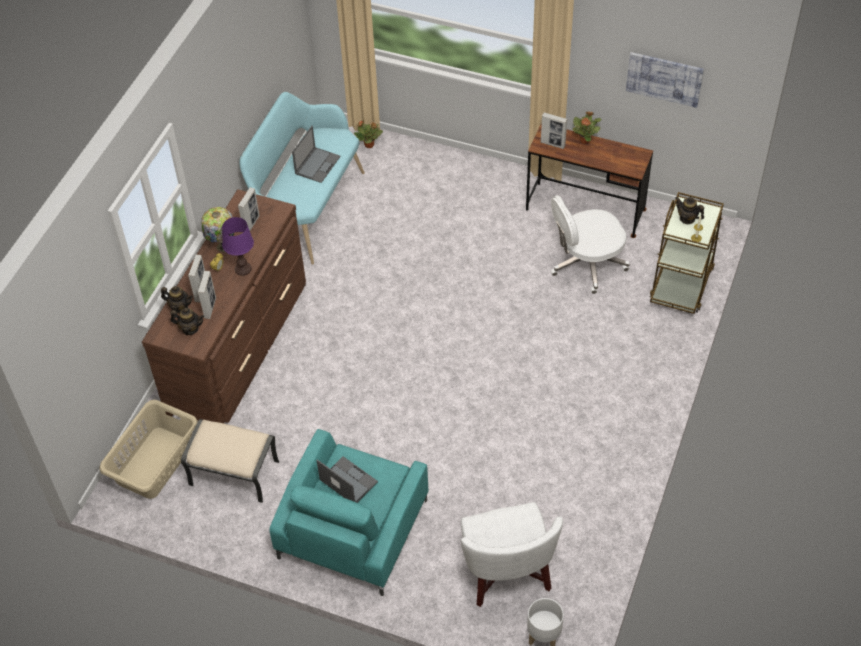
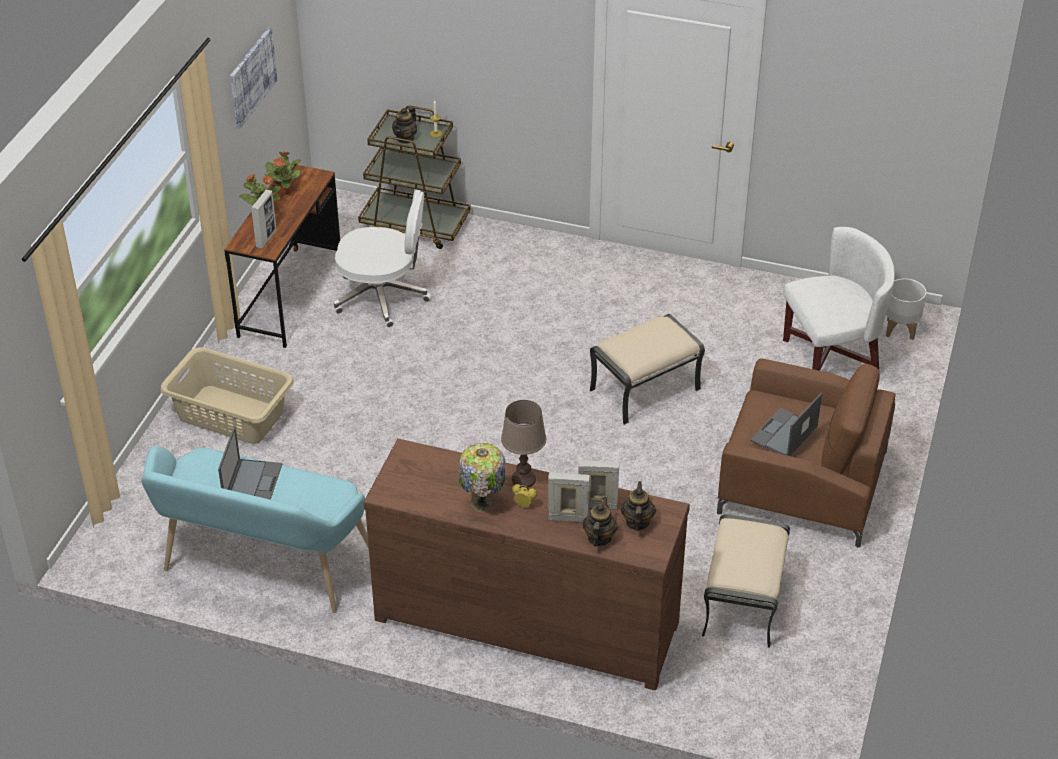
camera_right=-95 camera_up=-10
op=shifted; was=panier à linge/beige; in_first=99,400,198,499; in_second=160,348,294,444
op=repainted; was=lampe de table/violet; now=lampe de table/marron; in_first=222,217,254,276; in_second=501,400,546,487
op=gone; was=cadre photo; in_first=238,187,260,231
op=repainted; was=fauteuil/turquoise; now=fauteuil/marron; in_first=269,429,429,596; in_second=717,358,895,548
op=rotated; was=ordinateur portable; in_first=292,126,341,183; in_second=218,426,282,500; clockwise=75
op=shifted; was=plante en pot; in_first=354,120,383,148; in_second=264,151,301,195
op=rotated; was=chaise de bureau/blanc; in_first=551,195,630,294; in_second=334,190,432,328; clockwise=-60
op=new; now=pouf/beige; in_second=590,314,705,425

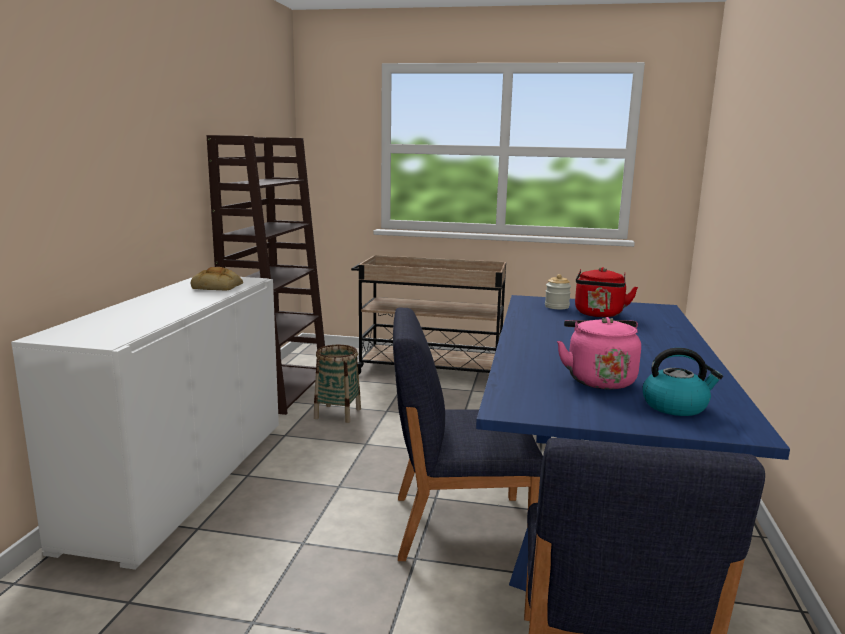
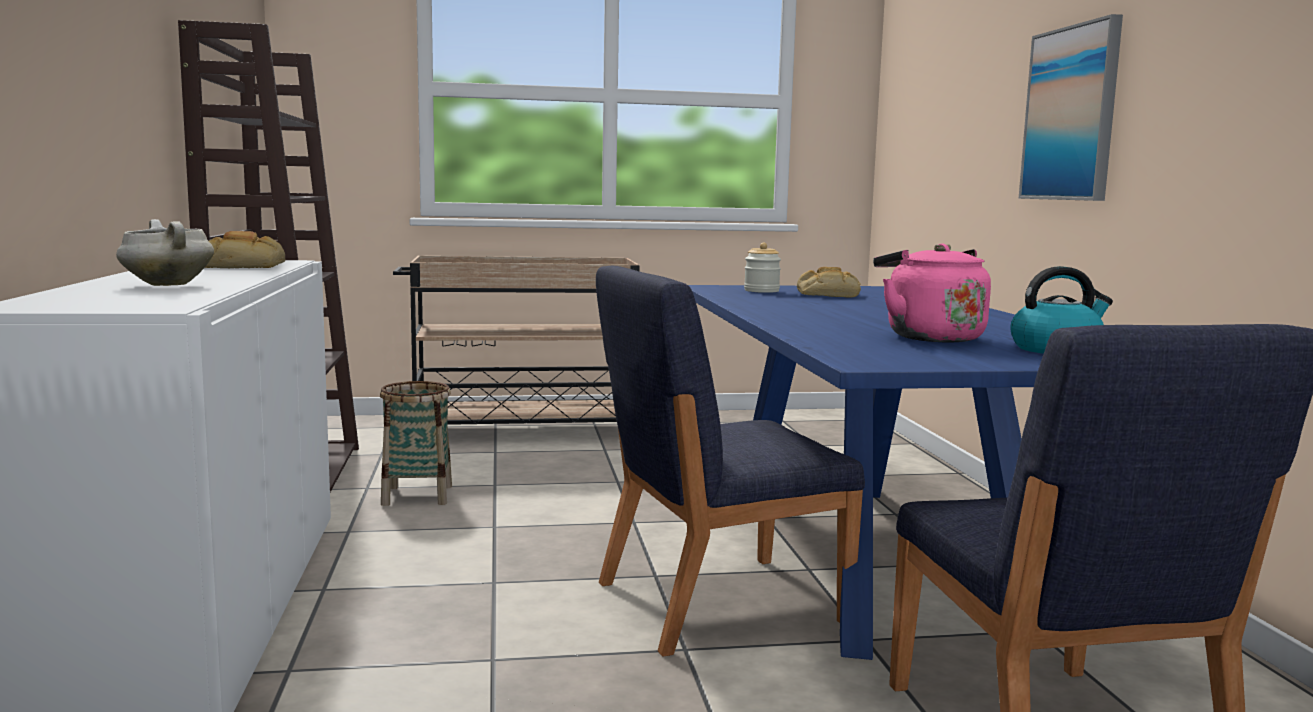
camera_right=-20 camera_up=-5
op=swapped; was=bouilloire/rouge; now=pain; in_first=575,267,638,317; in_second=797,267,861,298
op=new; now=marmite/blanc; in_second=116,219,214,286
op=new; now=tableau; in_second=1019,14,1123,201

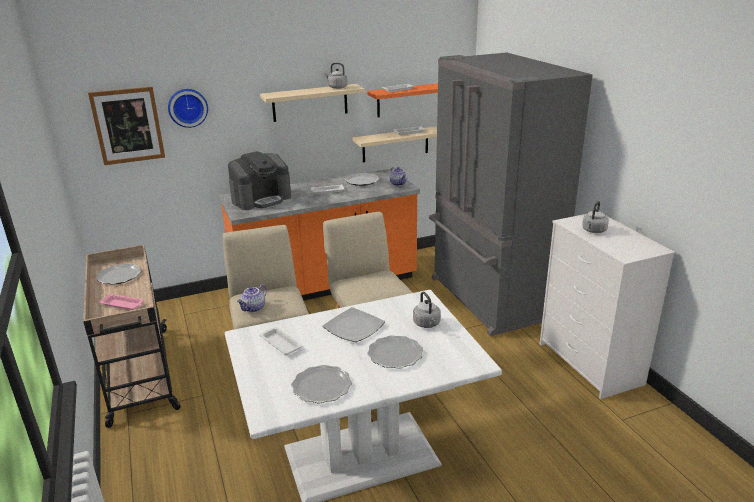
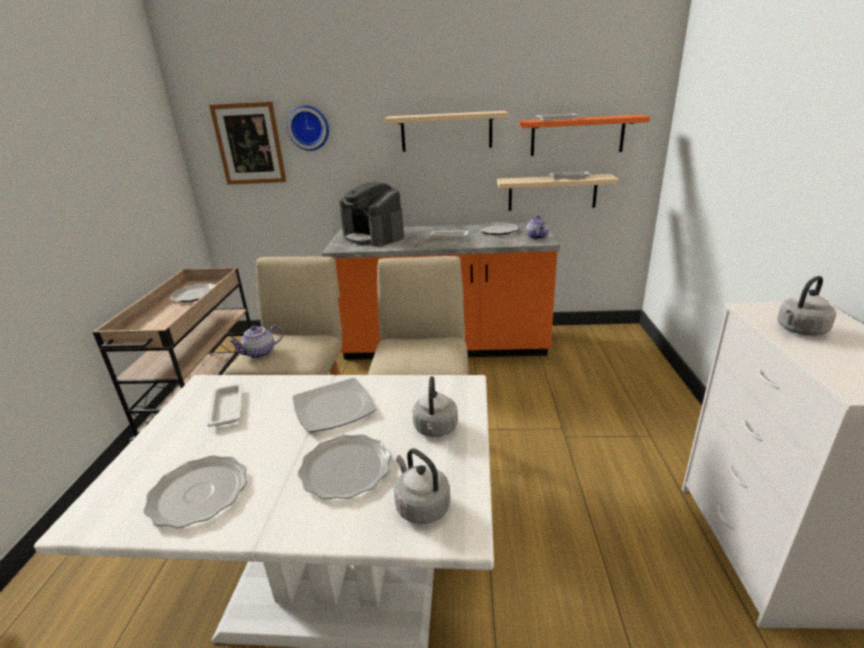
camera_right=25 camera_up=0
op=gone; was=plateau/rose; in_first=99,294,144,310
op=rotated; was=machine à café; in_first=228,151,291,210; in_second=339,182,404,247; clockwise=60
op=shifted; was=bouilloire/gris; in_first=324,63,348,89; in_second=394,448,450,524
op=gone; was=réfrigérateur/gris; in_first=429,52,593,336

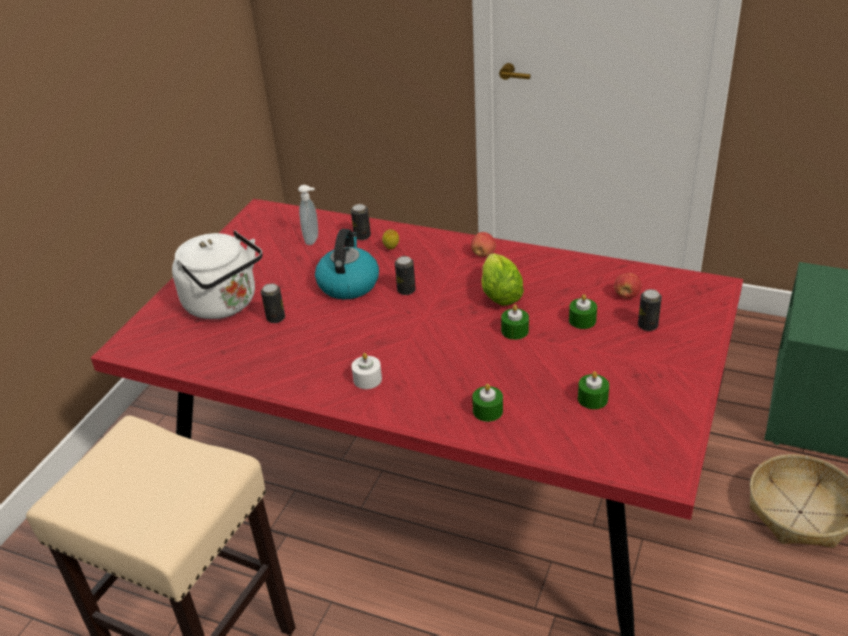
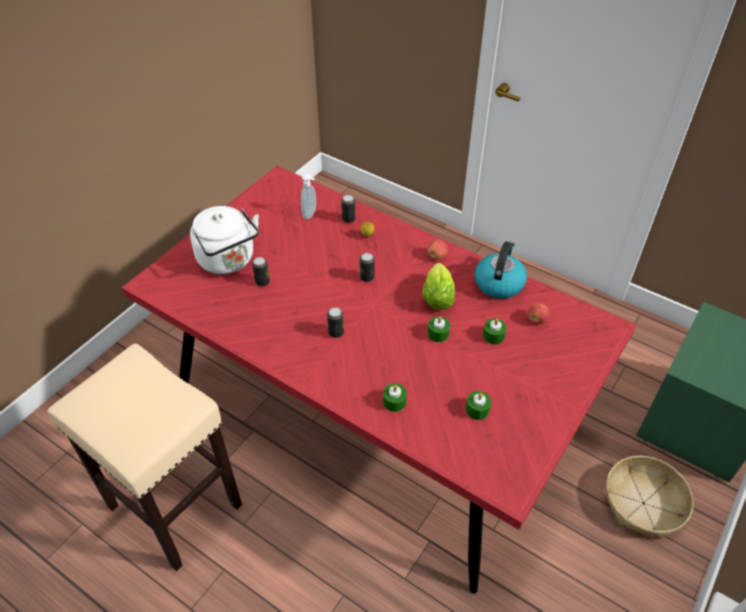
camera_right=10 camera_up=10
op=shifted; was=bouilloire; in_first=315,229,379,299; in_second=474,241,527,299
op=gone; was=bougie/blanc; in_first=351,353,382,389
op=shifted; was=boîte métallique; in_first=638,289,662,331; in_second=327,307,344,338

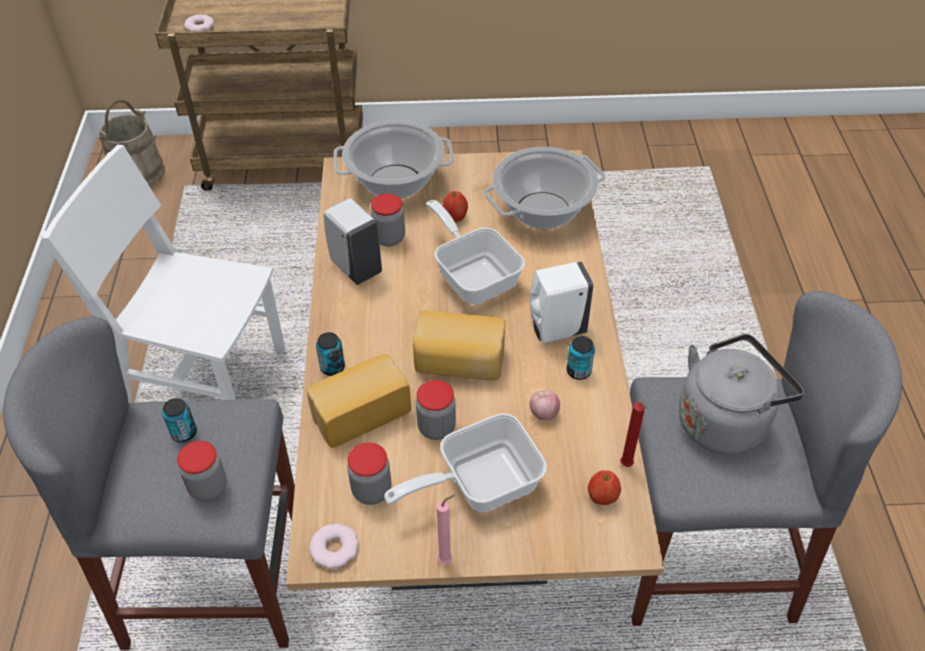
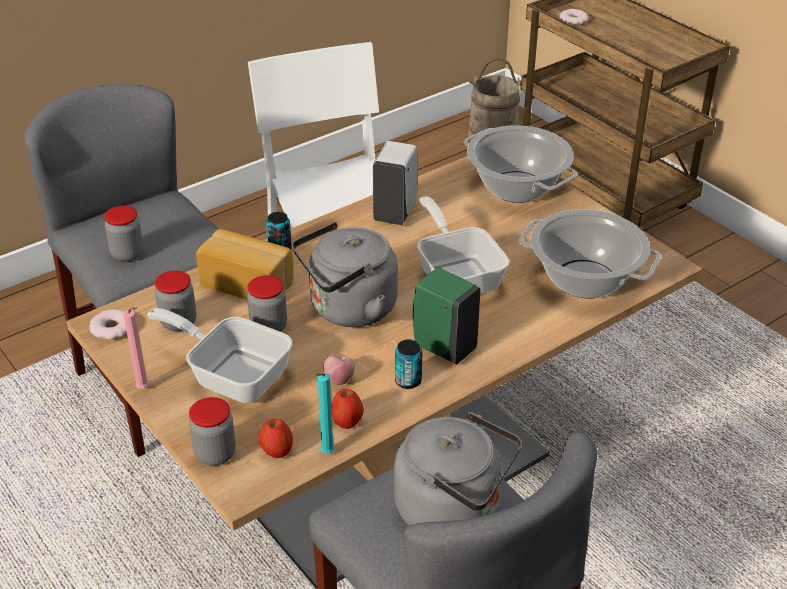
camera_right=55 camera_up=-10
op=gone; was=boîte métallique; in_first=162,398,197,442
op=shifted; was=bocal; in_first=371,194,405,246; in_second=189,397,236,466
op=swapped; was=pain; now=bouilloire/gris; in_first=413,311,505,380; in_second=292,222,398,327
op=rotated; was=poêle; in_first=426,200,525,304; in_second=417,196,509,294; clockwise=-45
op=shifted; was=pomme; in_first=442,191,468,222; in_second=331,389,364,429
op=repainted; was=distributeur de savon/blanc; now=distributeur de savon/vert; in_first=530,262,593,343; in_second=413,267,481,365
op=repainted; was=bougie/rouge; now=bougie/turquoise; in_first=620,402,648,467; in_second=316,373,335,454

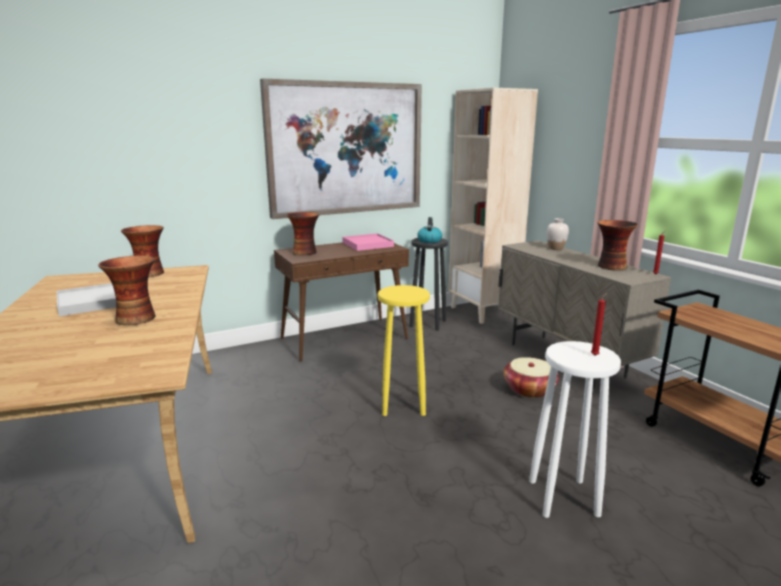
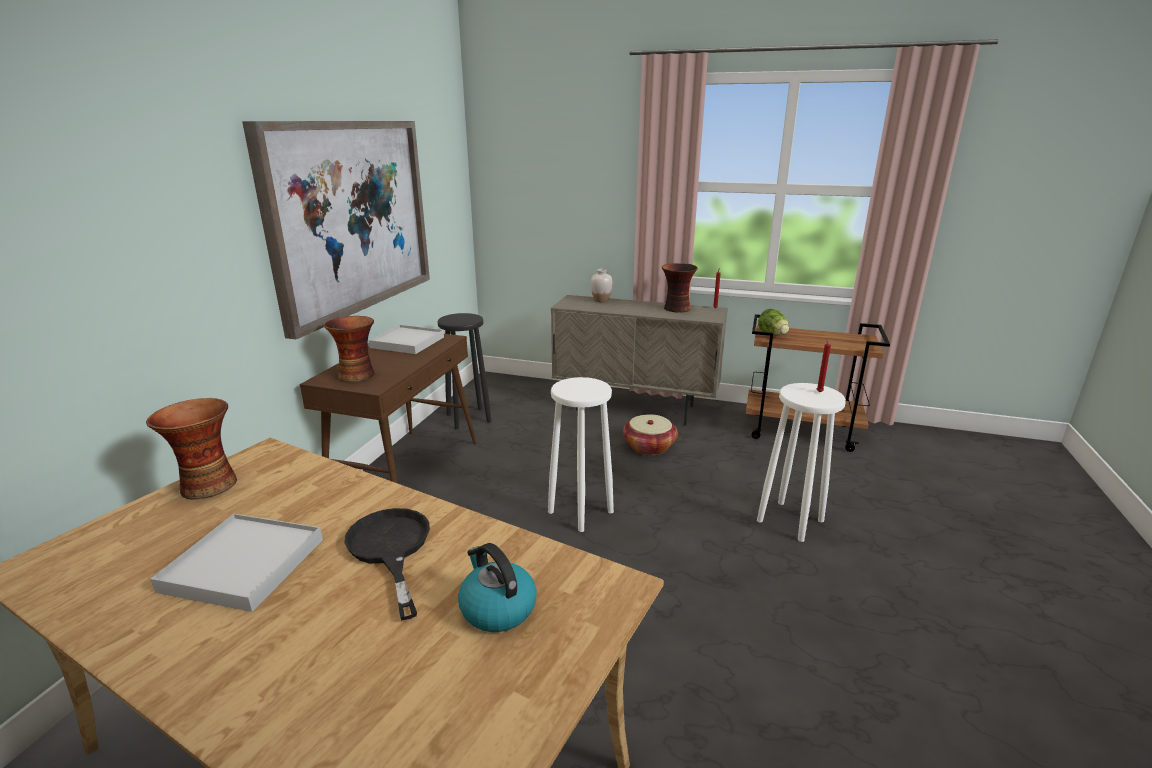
camera_right=-45 camera_up=5
op=swapped; was=vase; now=poêle/noir; in_first=98,256,155,325; in_second=344,508,430,621
op=repainted; was=plateau/rose; now=plateau/blanc; in_first=342,233,394,251; in_second=368,325,444,354
op=repainted; was=tabouret/jaune; now=tabouret/blanc; in_first=378,285,430,416; in_second=548,377,614,532
op=shifted; was=bouilloire; in_first=417,217,442,243; in_second=458,543,537,632
op=gone; was=bibliothèque/beige; in_first=449,88,538,324
op=new; now=laitue; in_second=758,309,789,335

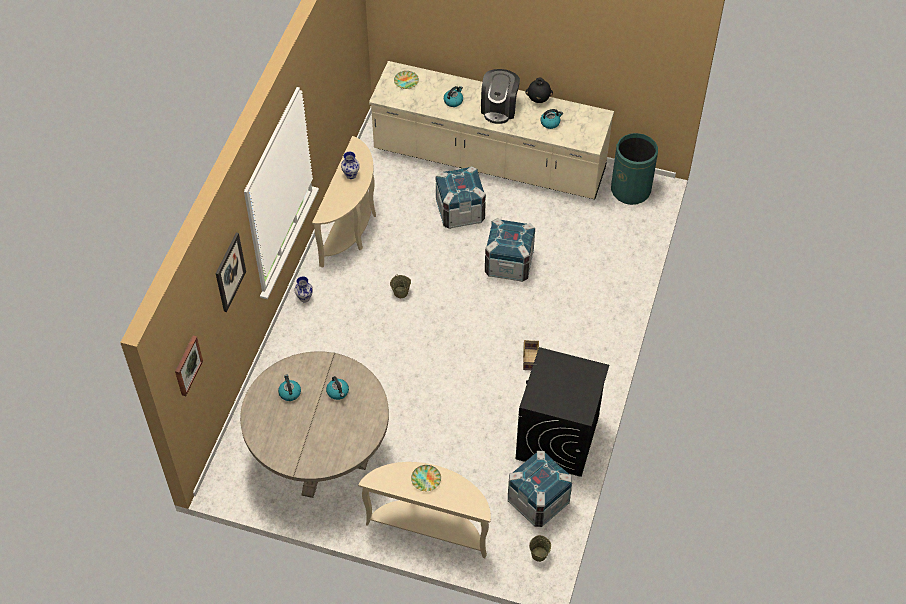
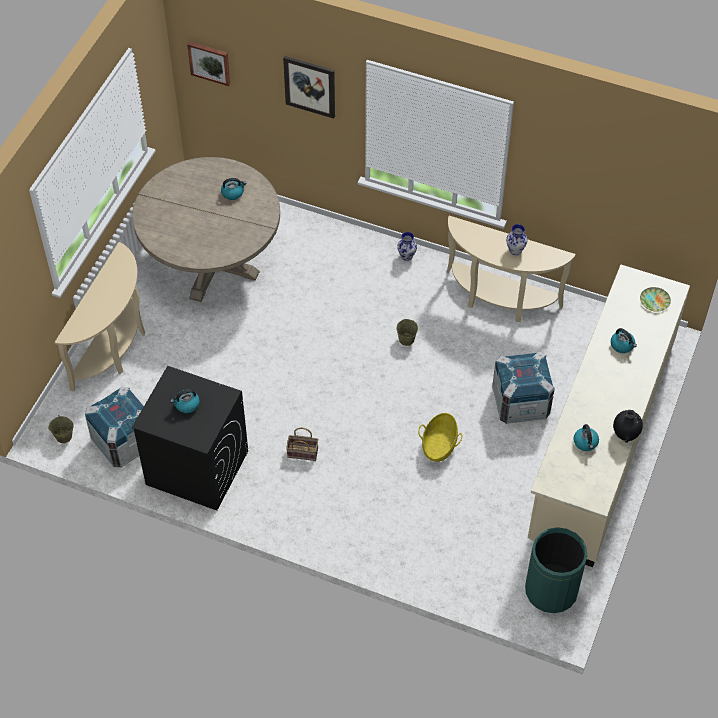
camera_right=95 camera_up=0
op=shifted; was=bouilloire; in_first=326,376,349,400; in_second=170,389,200,413
op=gone; was=assiette; in_first=411,465,441,491
op=gone; was=machine à café; in_first=481,69,520,124
op=swapped; was=caisse; now=panier; in_first=485,218,535,282; in_second=418,413,462,462

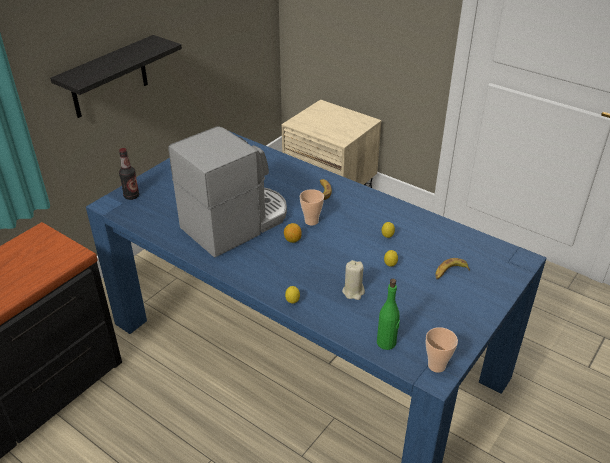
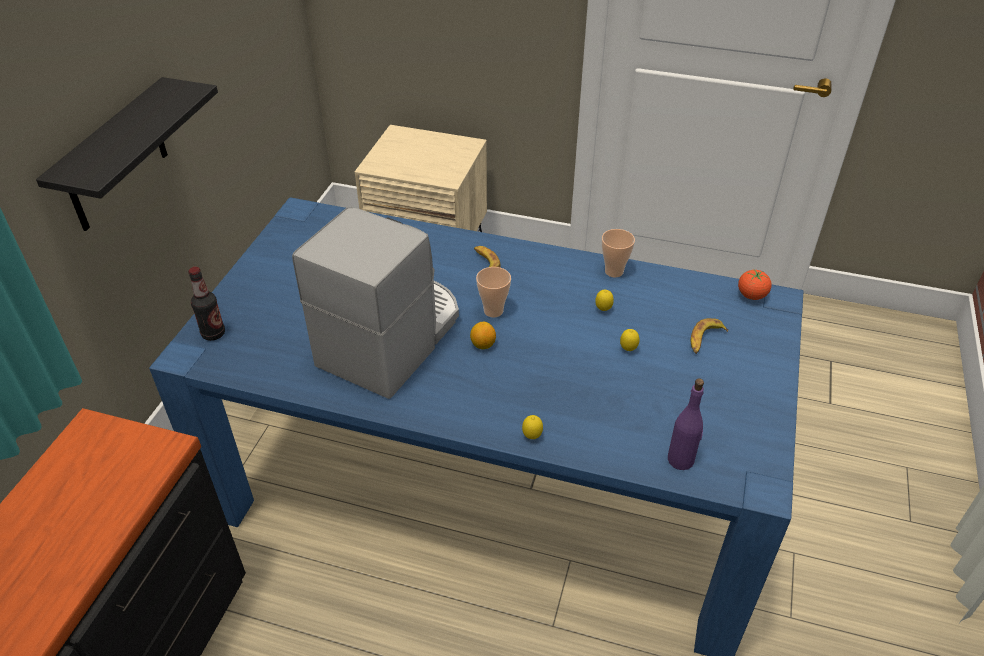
camera_right=-20 camera_up=5
op=gone; was=bougie/beige; in_first=342,260,365,300
op=repainted; was=bouteille/vert; now=bouteille/violet; in_first=377,279,400,350; in_second=668,378,704,470
op=shifted; was=tasse; in_first=425,327,458,373; in_second=602,229,635,277
op=new; now=tomate; in_second=738,270,772,300

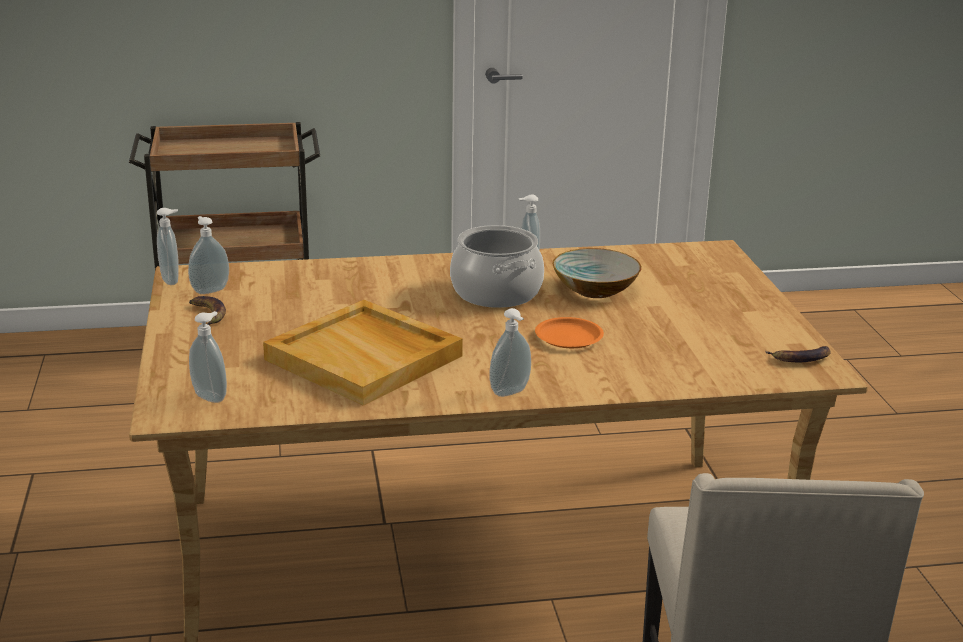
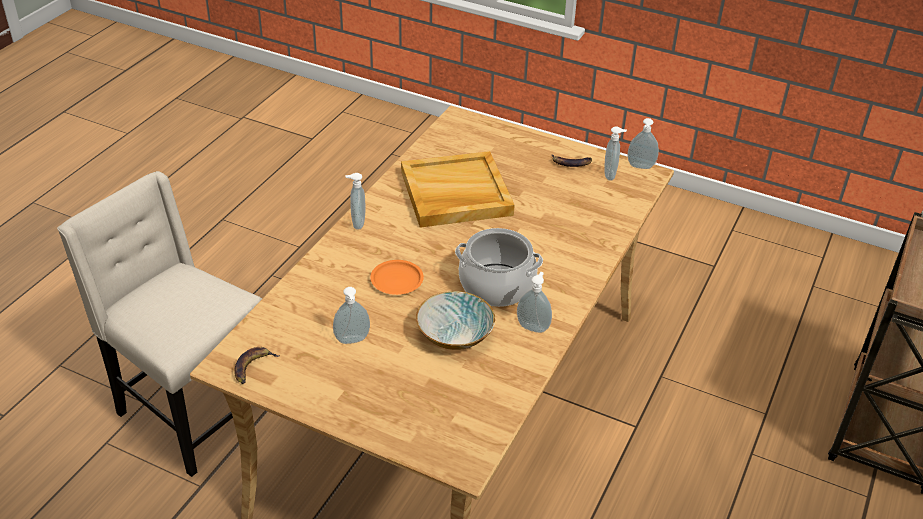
camera_right=125 camera_up=15
op=shifted; was=distributeur de savon; in_first=189,311,227,403; in_second=333,287,370,344

